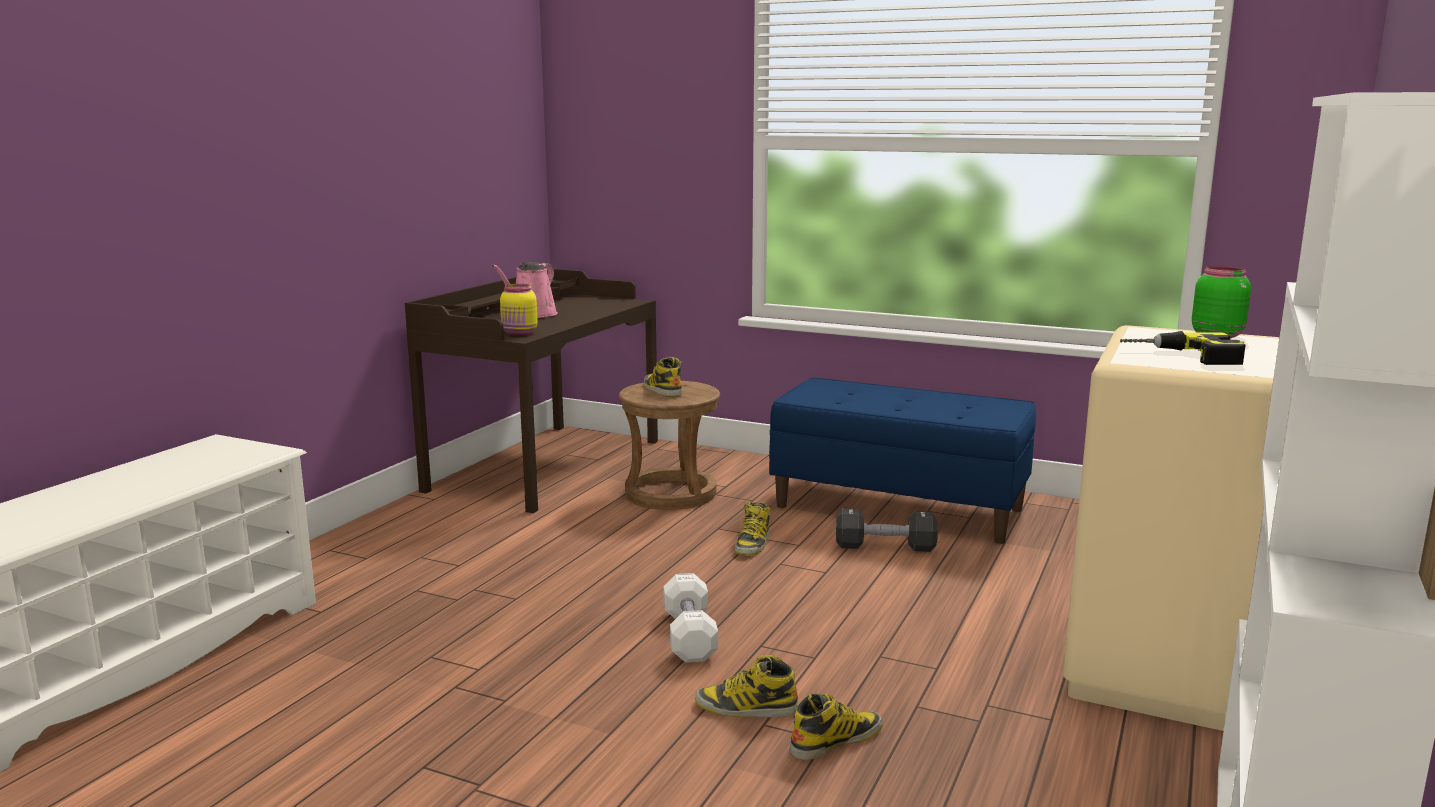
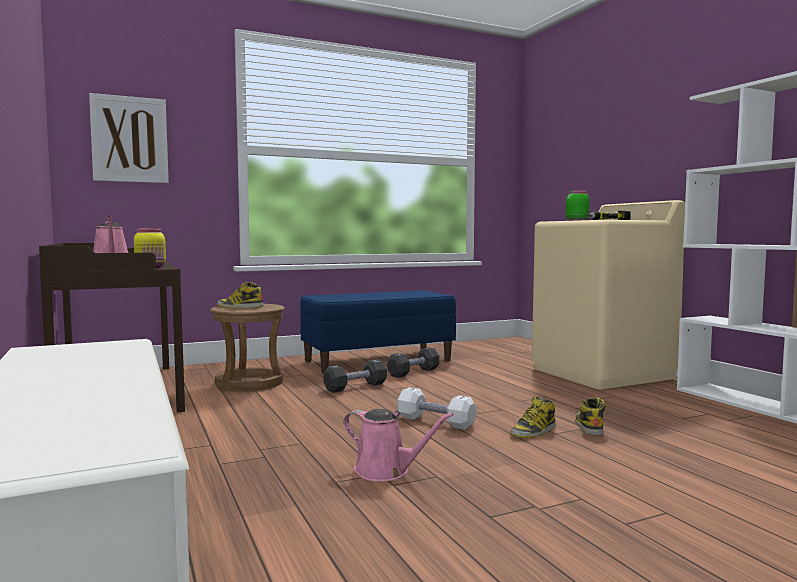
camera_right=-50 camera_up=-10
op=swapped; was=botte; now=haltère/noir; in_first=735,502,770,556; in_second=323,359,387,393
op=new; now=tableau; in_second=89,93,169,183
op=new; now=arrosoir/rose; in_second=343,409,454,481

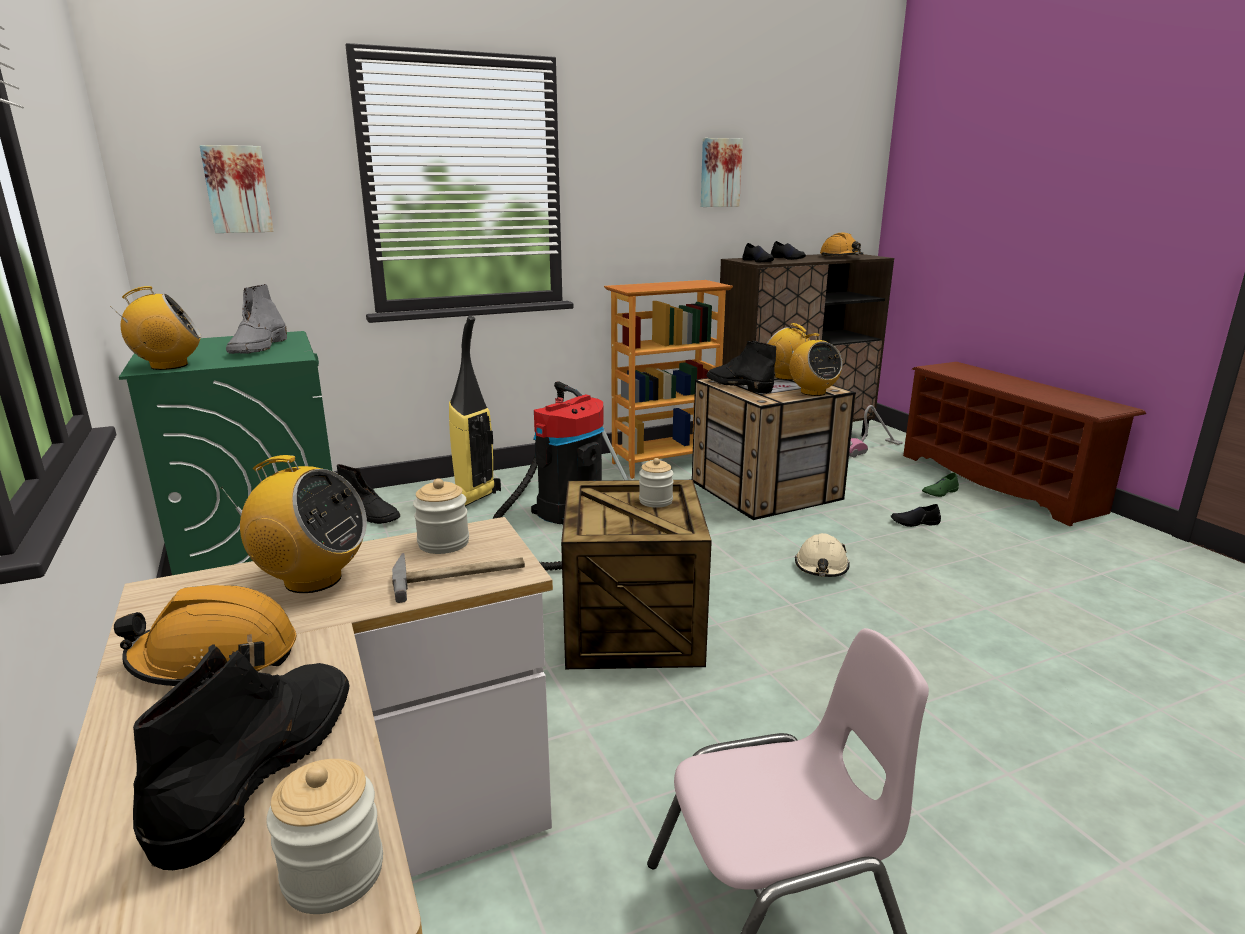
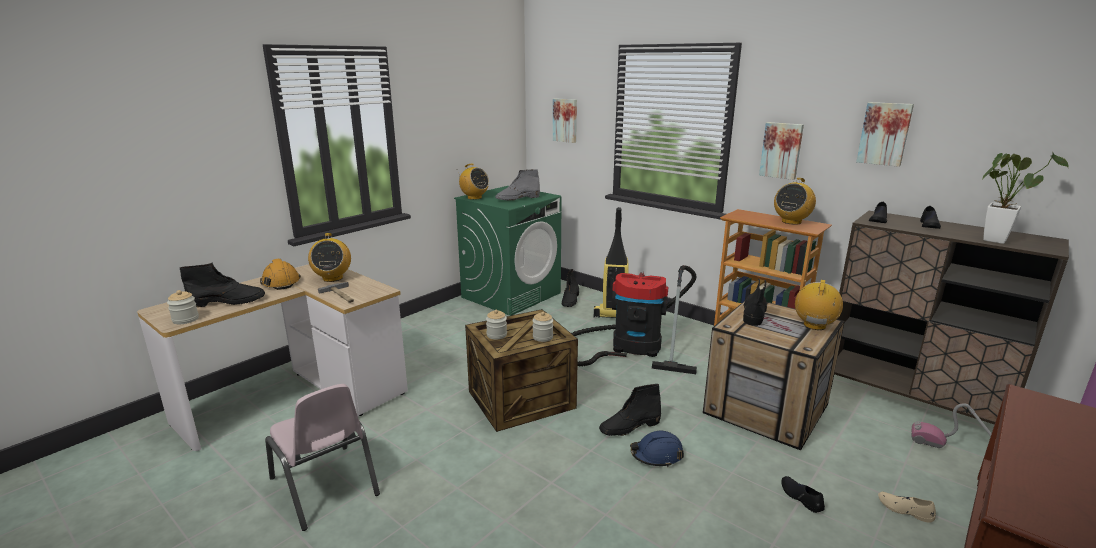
camera_right=65 camera_up=0
op=shifted; was=bocal; in_first=413,478,469,554; in_second=486,310,507,340
op=shifted; was=radio; in_first=789,333,843,396; in_second=774,178,816,225
op=repainted; was=casque de chantier/beige; now=casque de chantier/bleu; in_first=795,533,850,577; in_second=630,431,684,467
op=swapped; was=casque de chantier/orange; now=plante en pot; in_first=820,233,863,257; in_second=982,152,1069,244
op=repainted; was=chaussure/vert; now=chaussure/beige; in_first=922,472,959,497; in_second=878,492,936,523
op=new; now=botte/noir; in_second=599,384,661,436
op=new; now=tableau; in_second=759,122,804,180

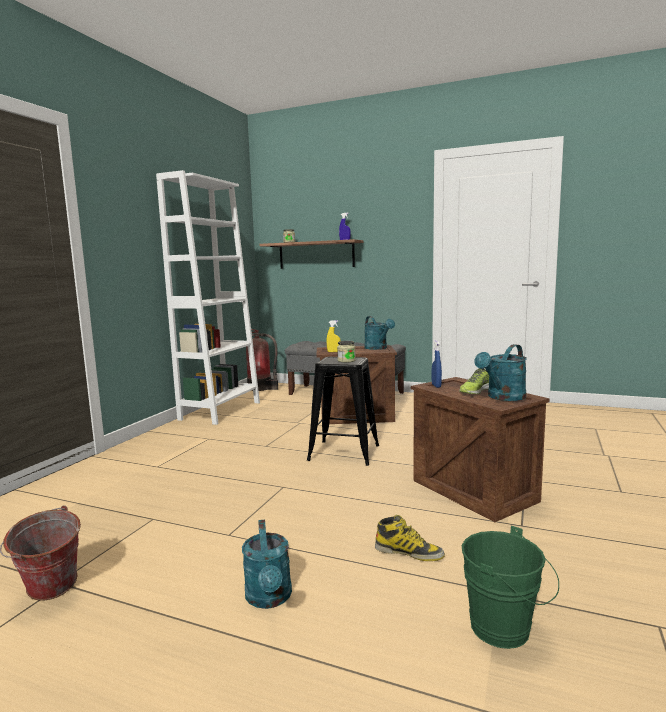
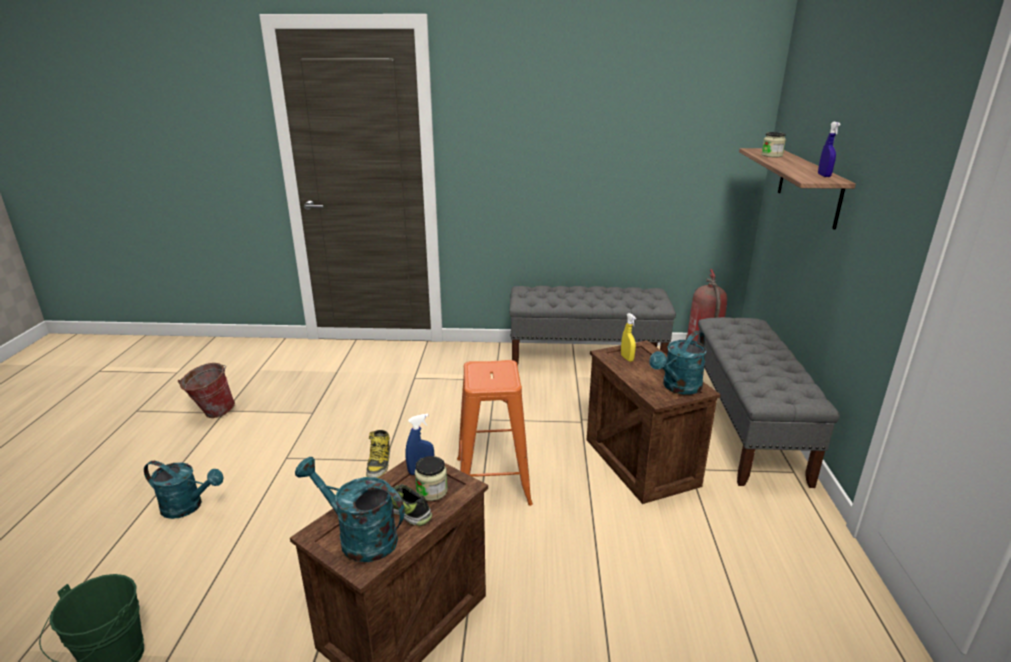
camera_right=70 camera_up=15
op=swapped; was=bibliothèque/blanc; now=banc/gris; in_first=156,170,260,425; in_second=509,286,676,365
op=rotated; was=arrosoir/turquoise; in_first=242,519,292,609; in_second=144,461,224,519; clockwise=-135
op=repainted; was=tabouret/noir; now=tabouret/orange; in_first=307,357,379,466; in_second=457,360,533,506
op=shifted; was=bocal; in_first=337,341,356,363; in_second=415,456,448,501
op=shifted; was=botte; in_first=375,515,445,561; in_second=366,430,390,478

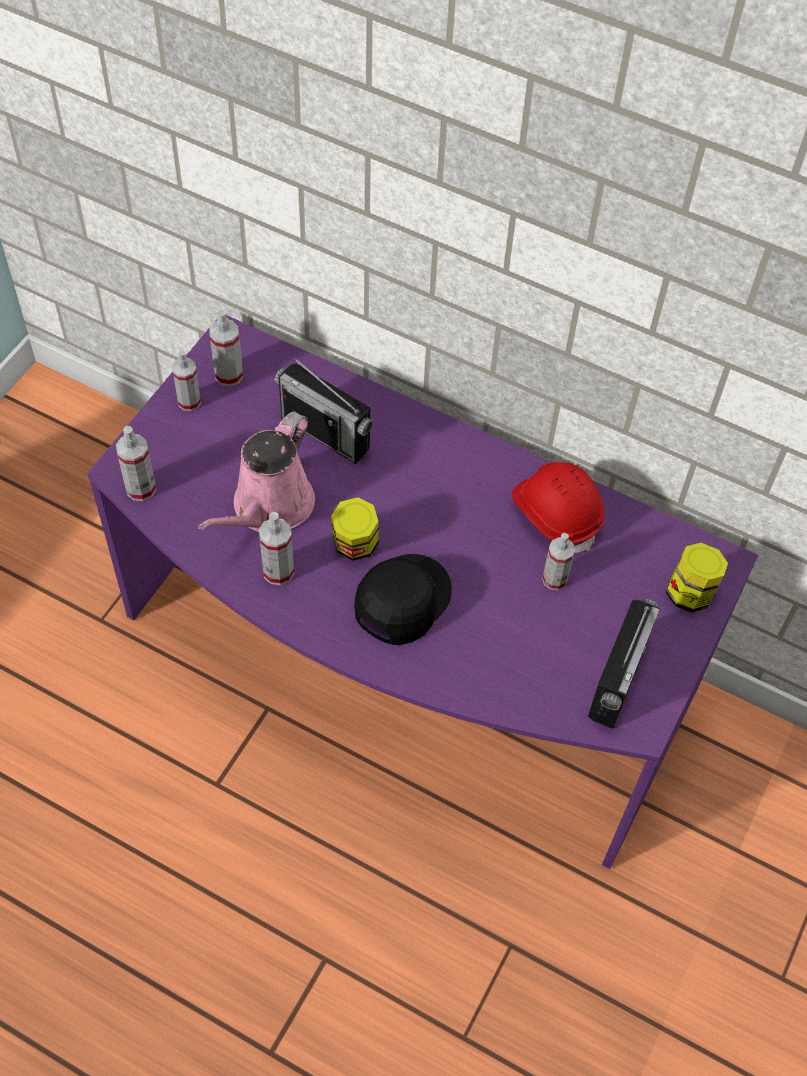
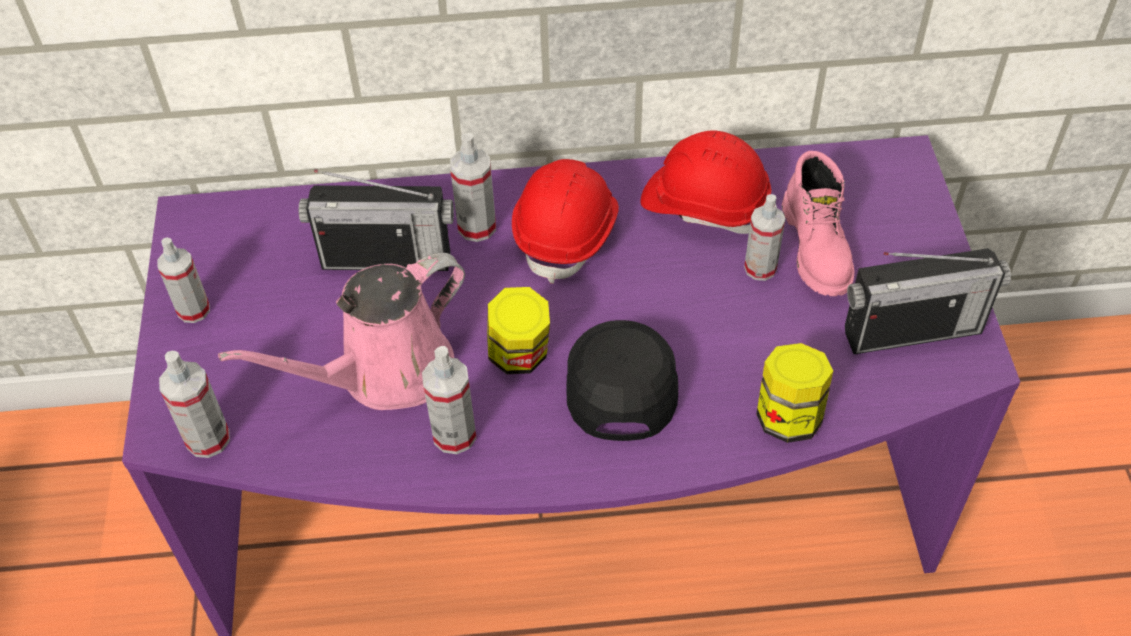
camera_right=-30 camera_up=-5
op=rotated; was=arrosoir/rose; in_first=198,411,315,532; in_second=218,253,465,410; clockwise=60
op=shifted; was=vaporisateur; in_first=209,310,243,386; in_second=450,133,496,242
op=rotated; was=radio; in_first=588,599,660,729; in_second=845,248,1011,354; clockwise=90
op=shifted; was=bocal; in_first=666,543,728,613; in_second=756,343,833,443
op=new; now=casque de chantier/rouge; in_second=512,159,619,284
op=new; now=botte/rose; in_second=781,151,854,296

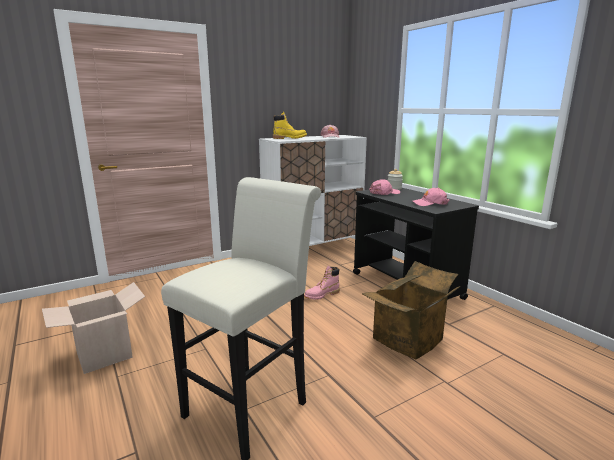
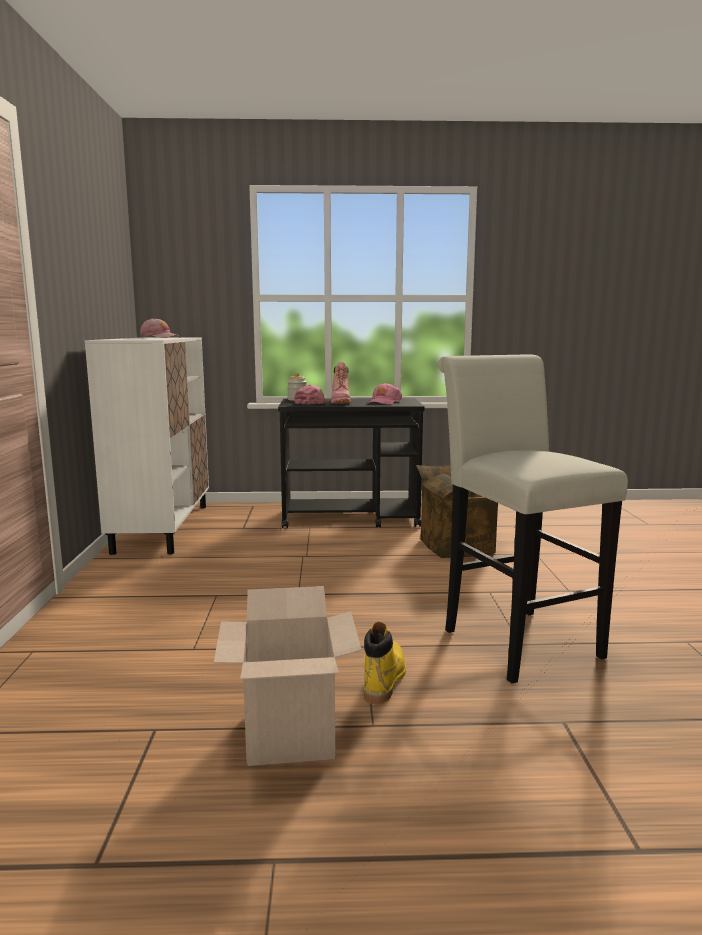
camera_right=-60 camera_up=-5
op=shifted; was=botte/jaune; in_first=273,112,307,139; in_second=363,622,406,705
op=shifted; was=botte/rose; in_first=304,266,340,300; in_second=331,362,351,404

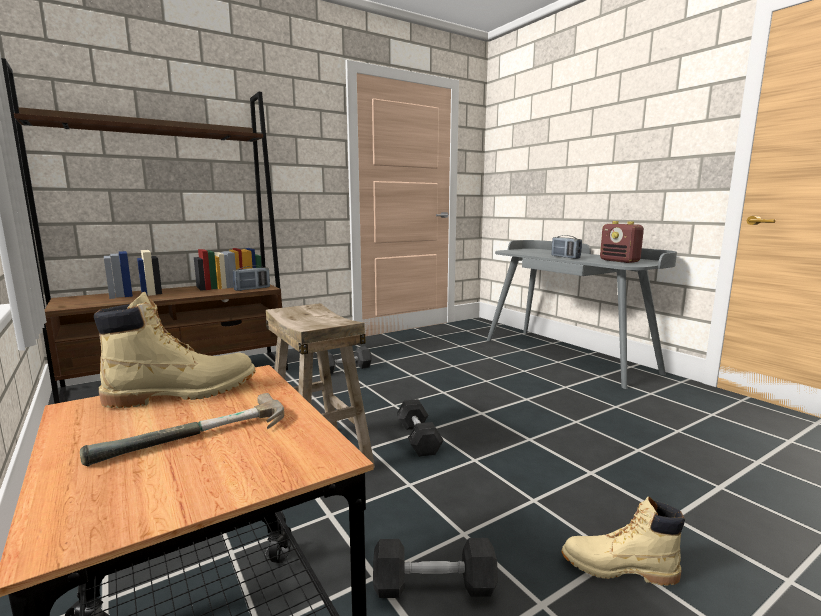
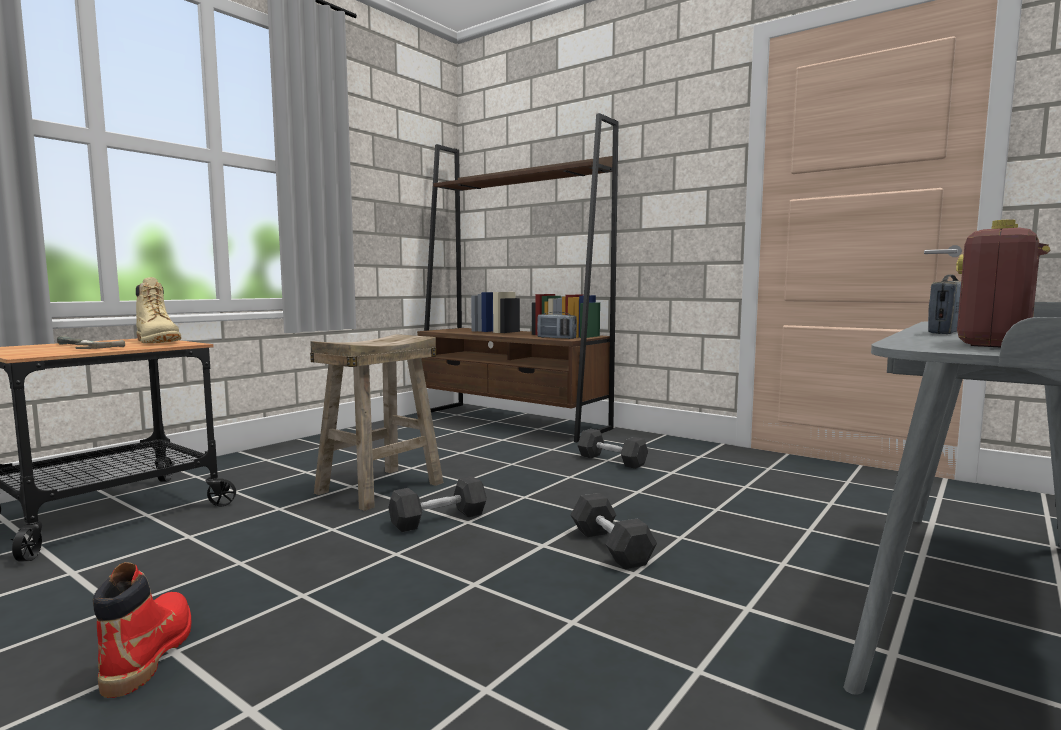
camera_right=70 camera_up=-5
op=shifted; was=haltère/gris; in_first=373,538,498,598; in_second=571,493,657,569
op=repainted; was=botte/beige; now=botte/rouge; in_first=562,496,685,586; in_second=93,562,191,698

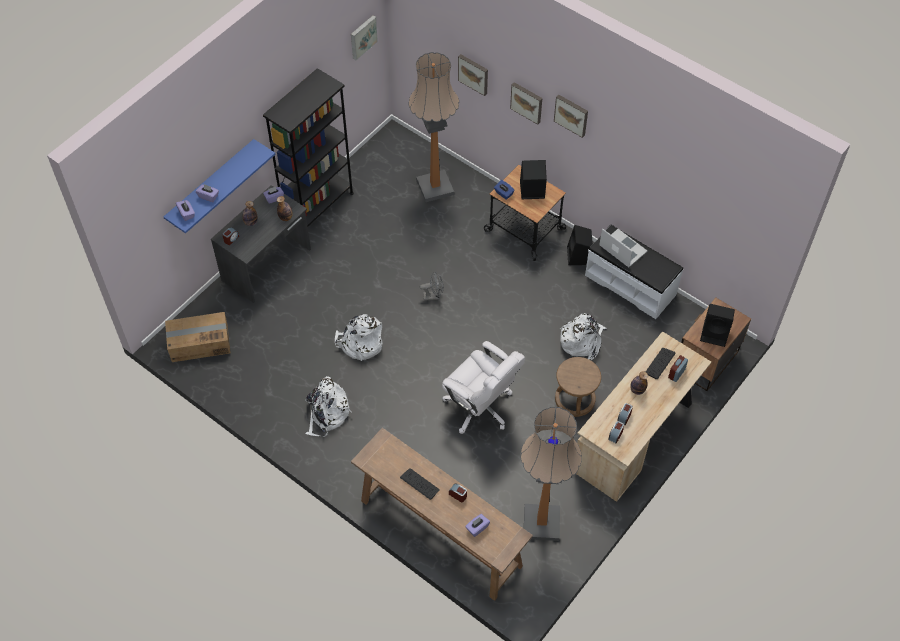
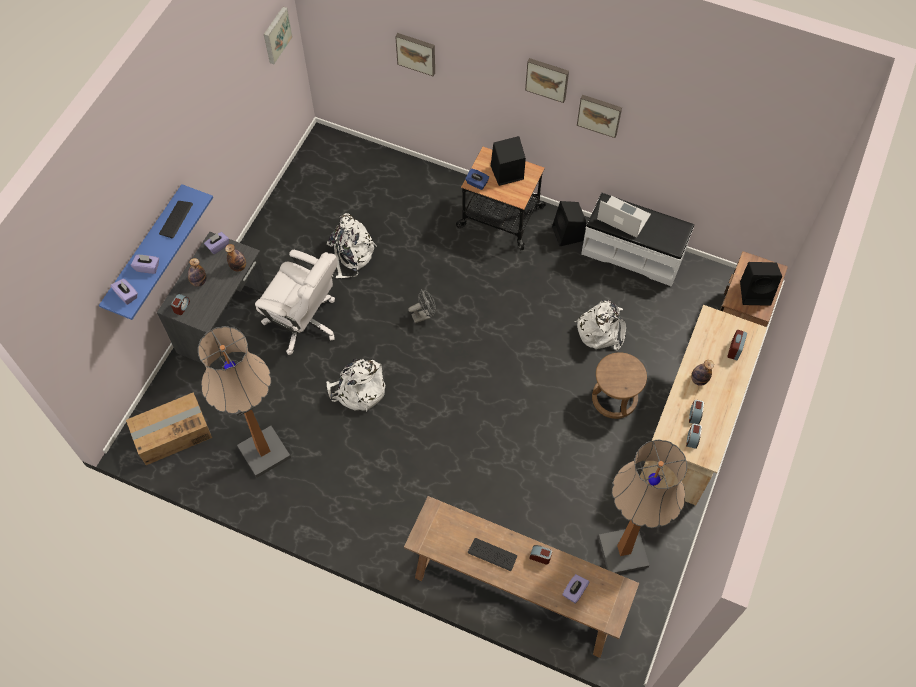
camera_right=-15 camera_up=5
op=gone; was=bibliothèque/noir; in_first=263,68,354,227
op=shifted; was=sac à dos/blanc; in_first=305,376,352,437; in_second=326,213,377,278
op=shifted; was=lampadaire; in_first=409,52,459,202; in_second=198,326,291,478
op=shifted; was=chaise de bureau/blanc; in_first=442,341,525,434; in_second=255,250,338,355
op=shifted; was=tableau; in_first=510,82,542,125; in_second=577,95,622,138
op=shifted; was=clavier; in_first=646,348,676,379; in_second=159,201,193,238

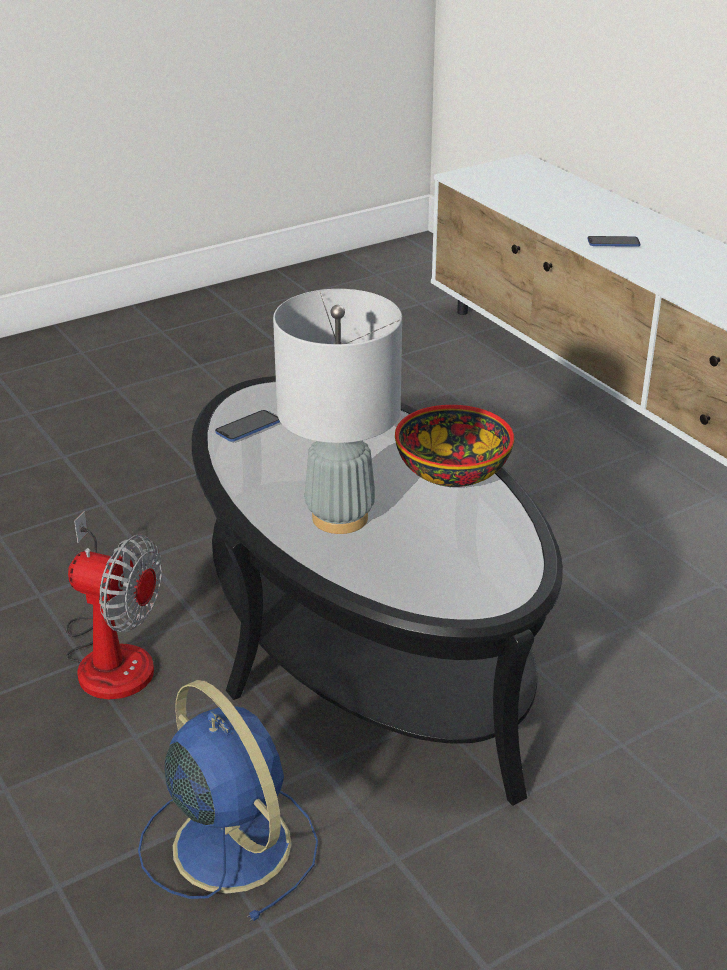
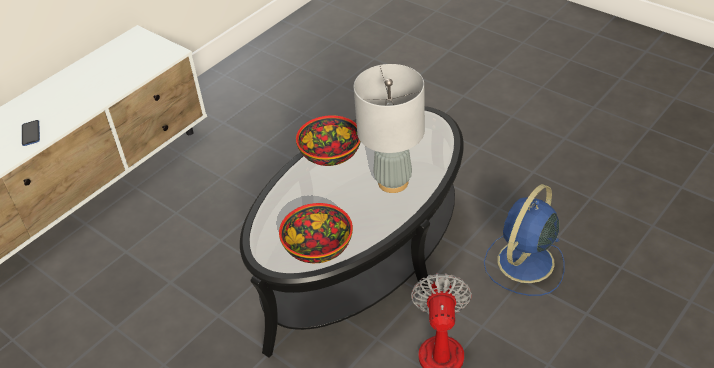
camera_right=-105 camera_up=10
op=swapped; was=téléphone; now=bol; in_first=215,410,280,442; in_second=279,203,353,263

